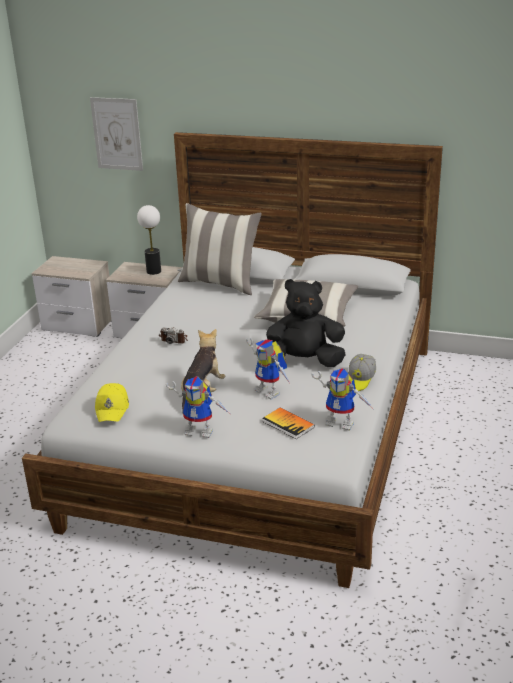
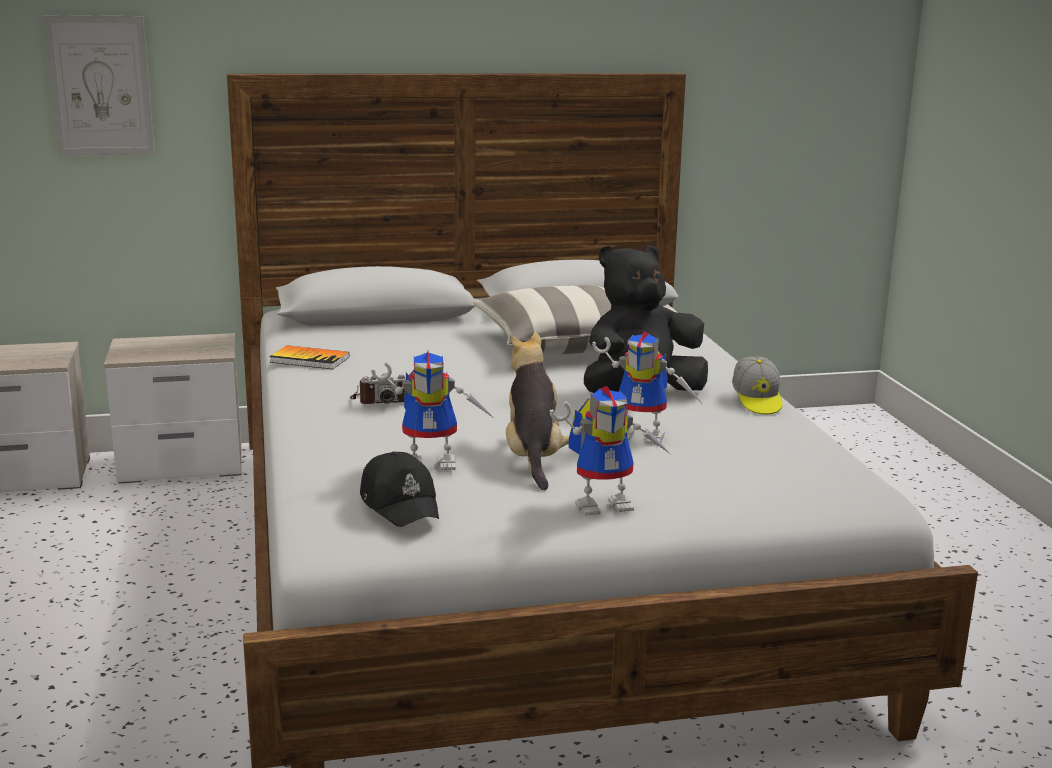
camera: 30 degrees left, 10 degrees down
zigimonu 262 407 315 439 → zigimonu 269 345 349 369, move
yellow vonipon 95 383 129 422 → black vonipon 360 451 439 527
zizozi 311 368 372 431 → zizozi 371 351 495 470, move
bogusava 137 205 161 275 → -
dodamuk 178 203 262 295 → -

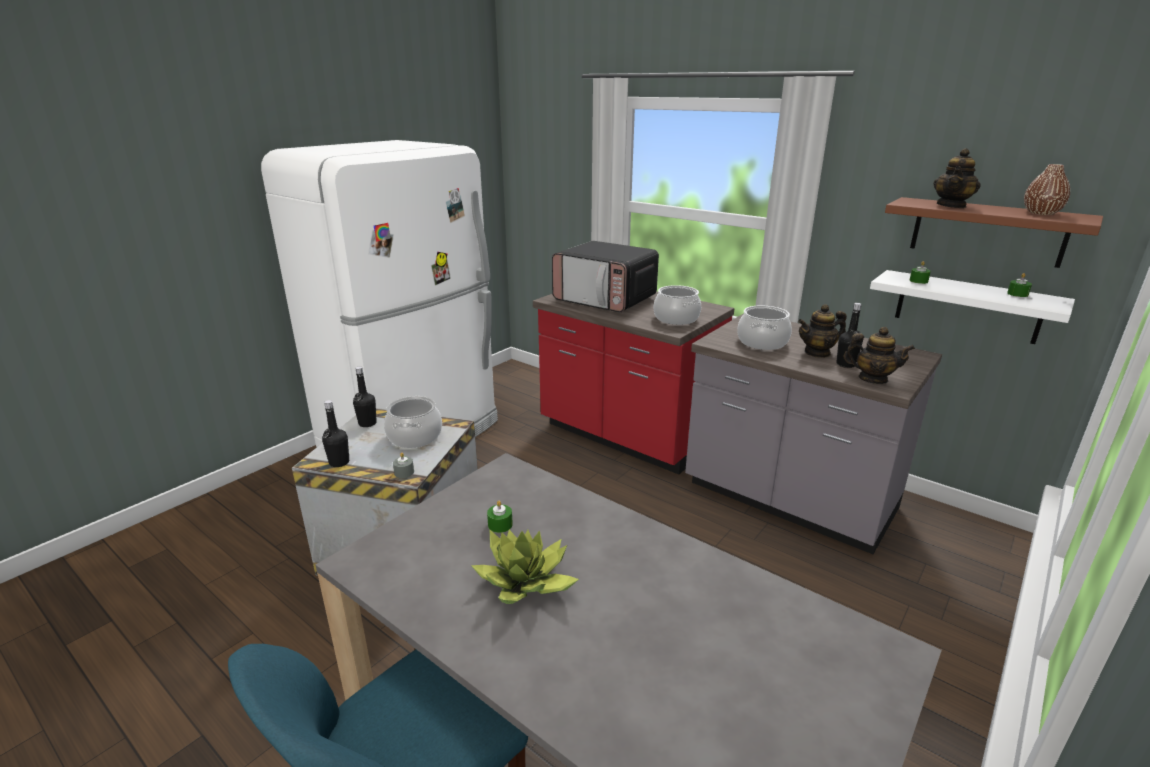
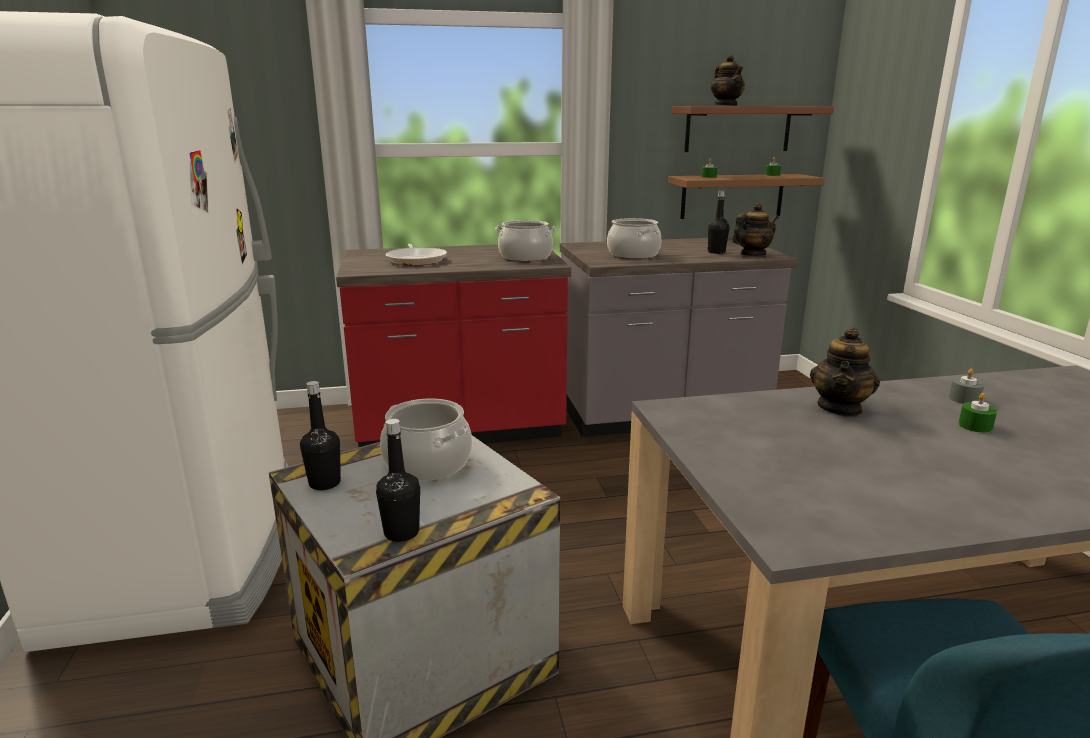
camera: 50 degrees left, 5 degrees down
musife 552 241 659 312 → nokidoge 386 243 447 266
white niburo 870 270 1075 344 → brown niburo 668 174 825 219
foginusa 798 304 847 358 → foginusa 810 327 880 417, move
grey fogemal 393 453 414 478 → grey fogemal 949 368 984 404, move
green fogemal 487 501 513 533 → green fogemal 958 393 997 433, move
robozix 471 529 579 604 → -
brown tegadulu 1024 164 1070 215 → -

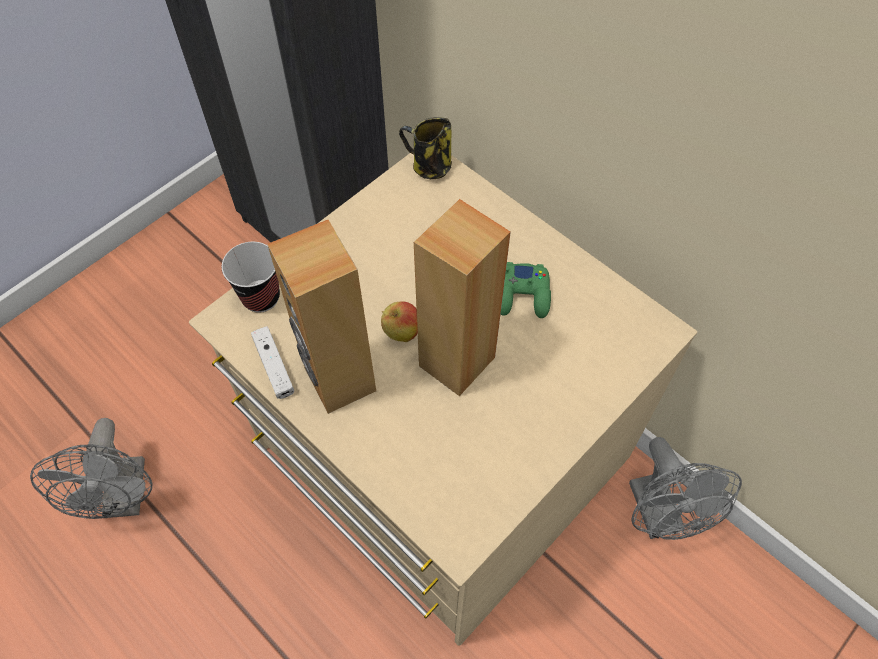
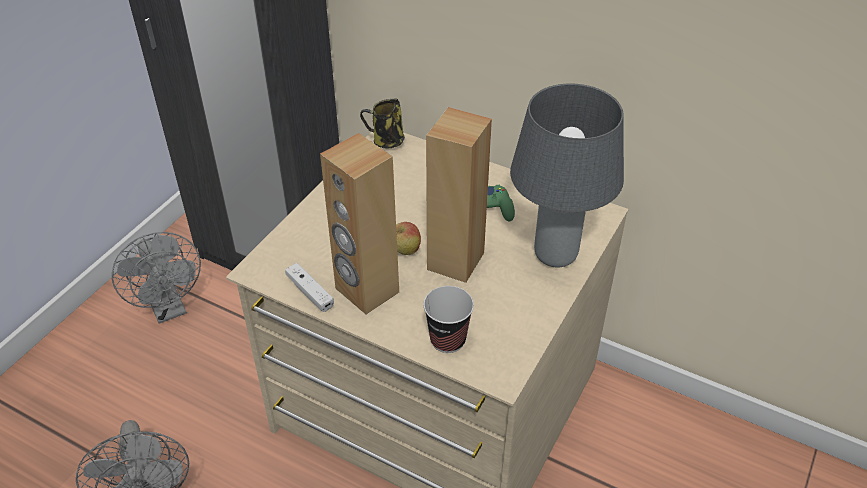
camera: 15 degrees left, 15 degrees down
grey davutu 629 437 742 540 → grey davutu 112 232 201 324, move
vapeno 222 242 280 313 → vapeno 423 286 474 353, move
- → grey bogusava 510 83 624 267

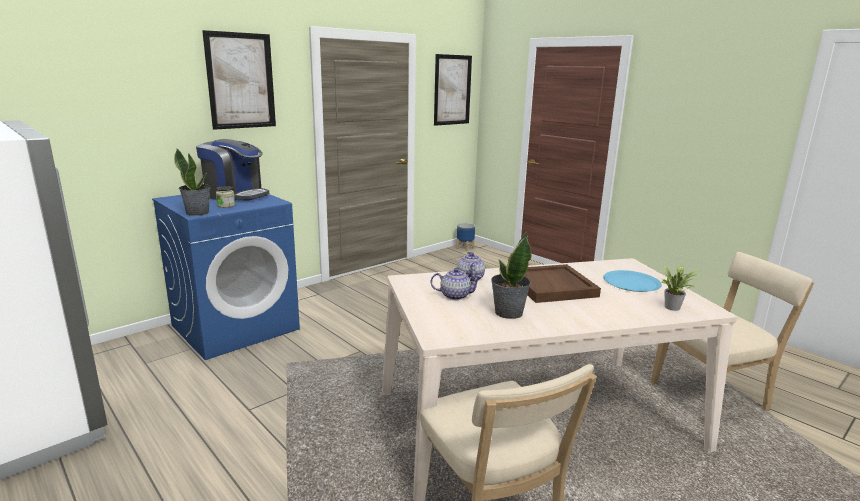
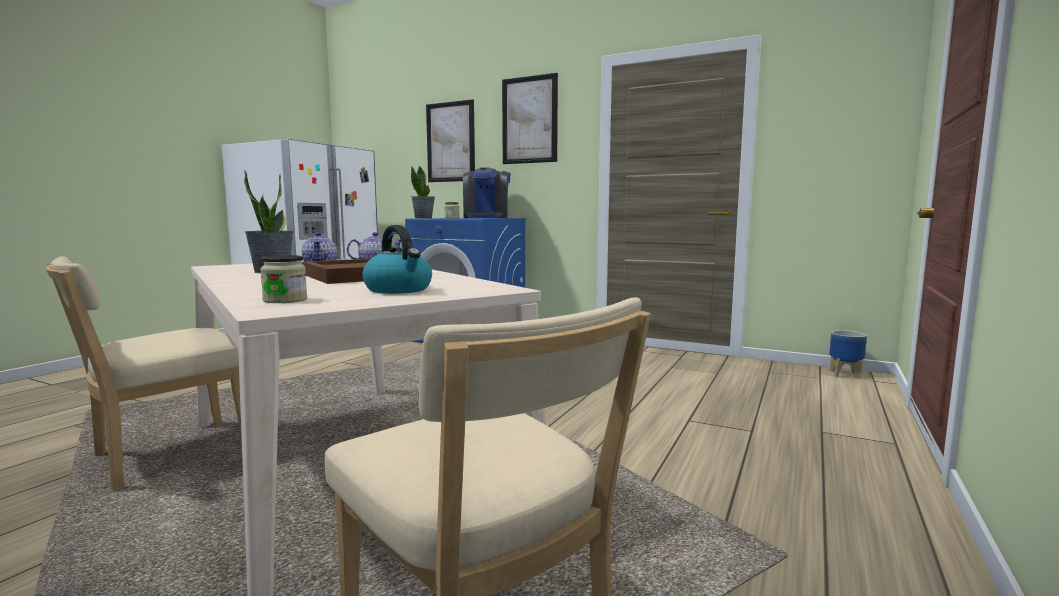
camera: 70 degrees right, 10 degrees down
robozix 660 265 702 311 → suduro 260 255 307 303
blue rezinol 603 270 662 292 → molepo 362 225 432 294
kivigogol 434 54 472 126 → kivigogol 426 99 475 182, move

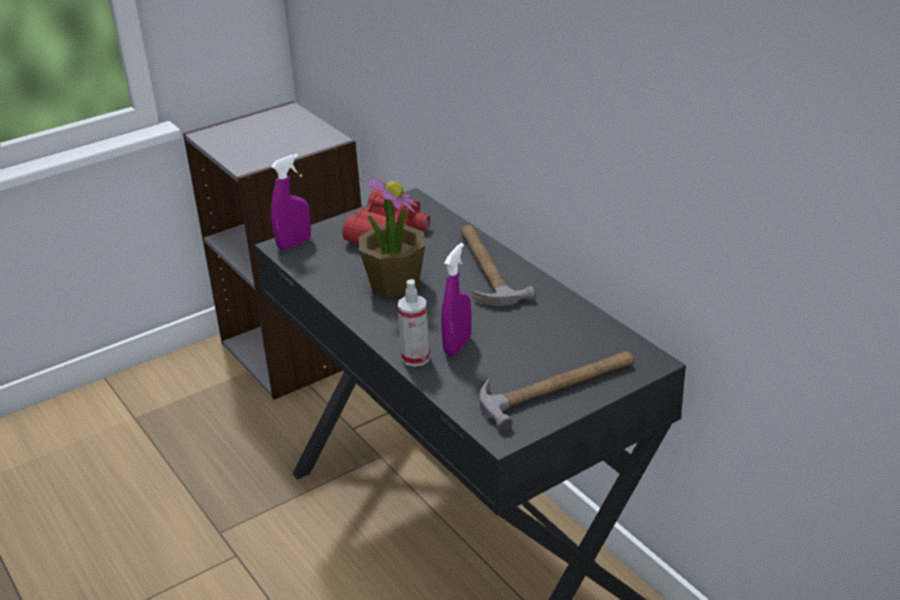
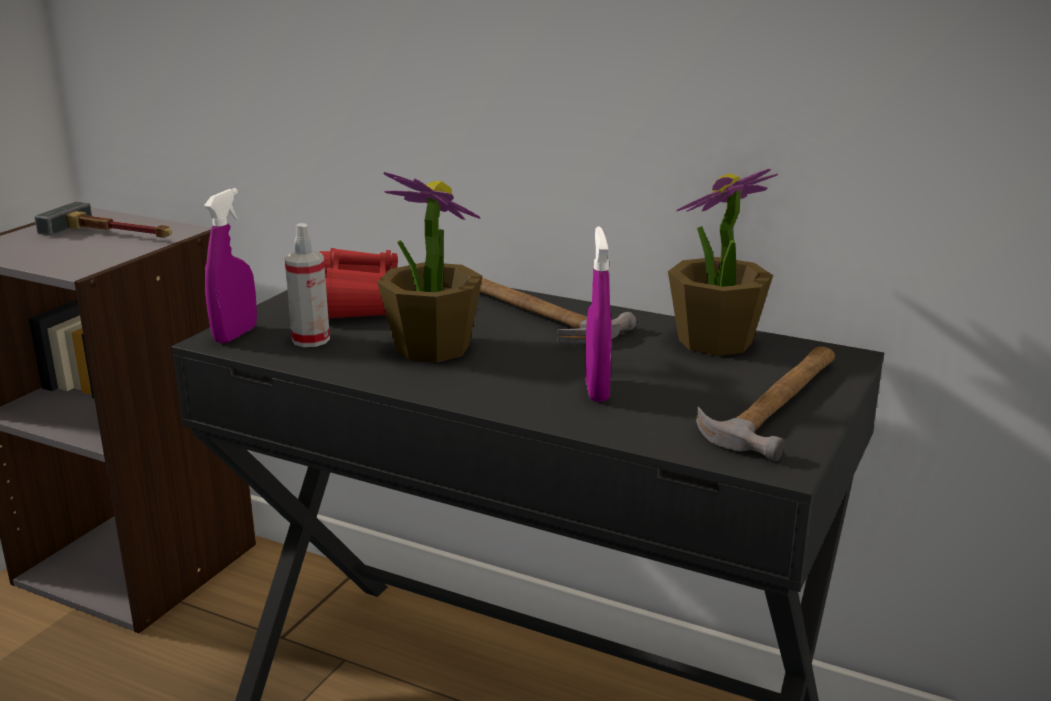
camera: 30 degrees left, 10 degrees down
- → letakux 34 202 172 238
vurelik 398 279 430 367 → vurelik 284 223 330 347, move
- → robozix 668 169 778 356

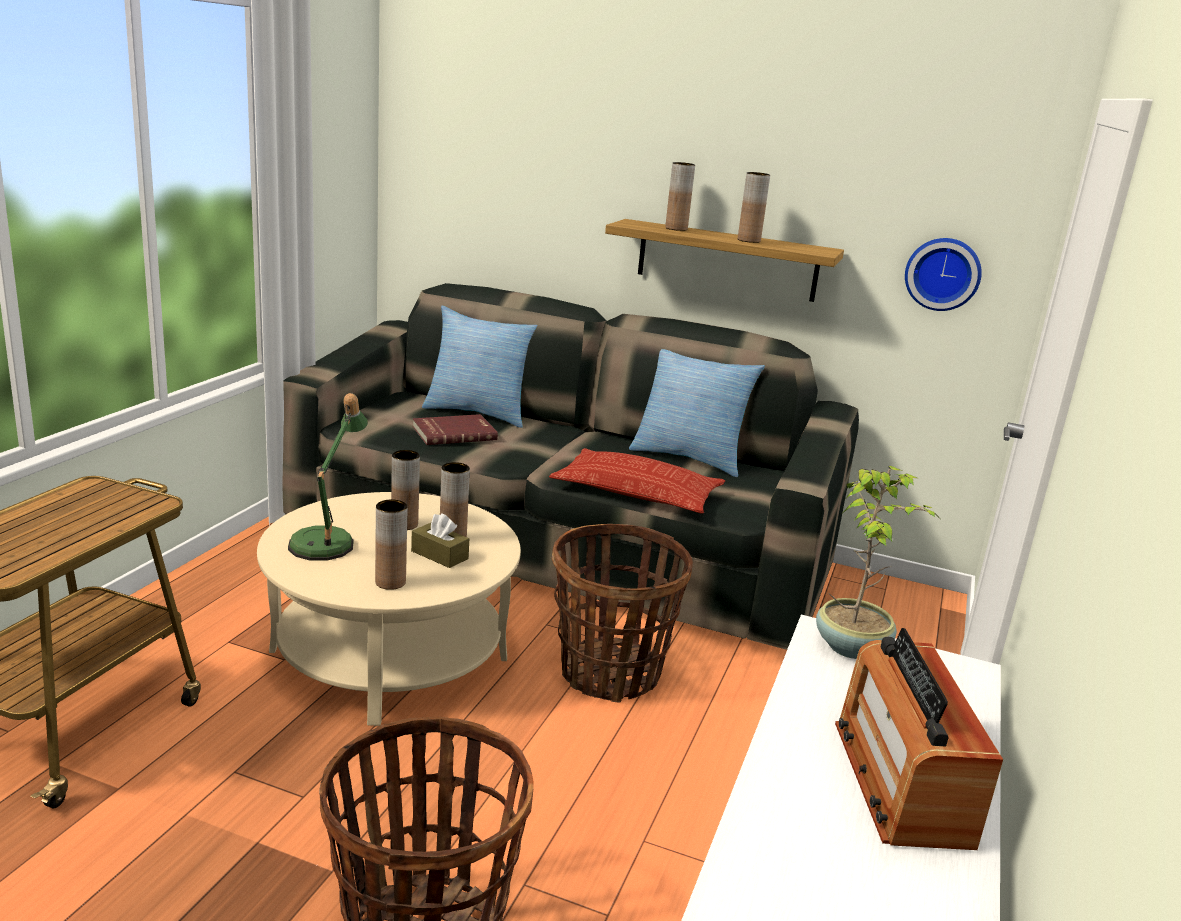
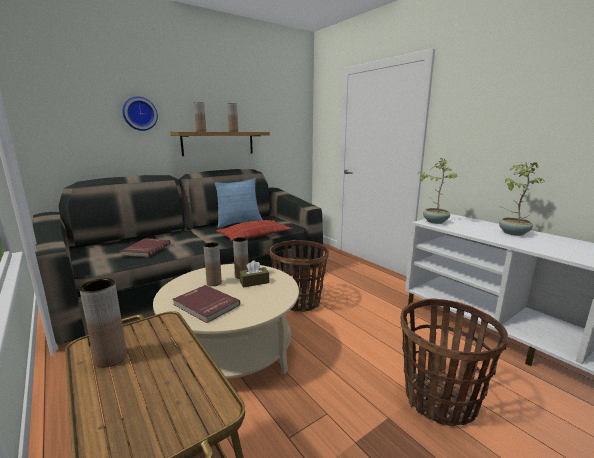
camera: 55 degrees left, 5 degrees down
brown tegadulu 375 500 408 590 → brown tegadulu 79 278 127 367, move
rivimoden 905 238 982 311 → rivimoden 122 96 158 131, move
bogusava 288 393 368 561 → red zigimonu 173 285 240 323
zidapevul 835 628 1003 850 → robozix 499 162 546 236
dodamuk 422 306 538 428 → -

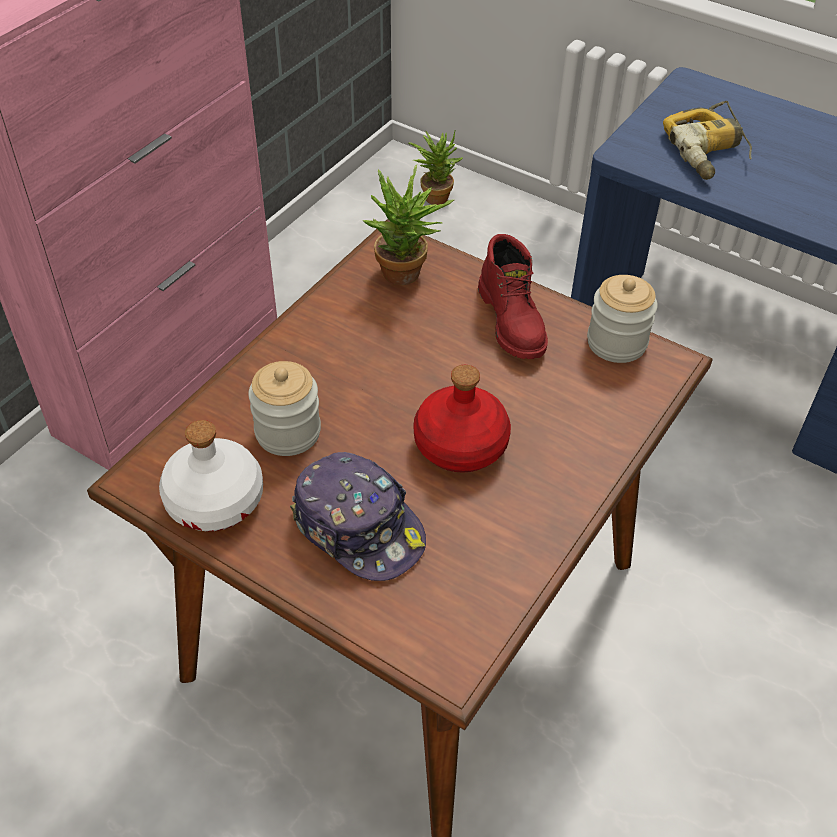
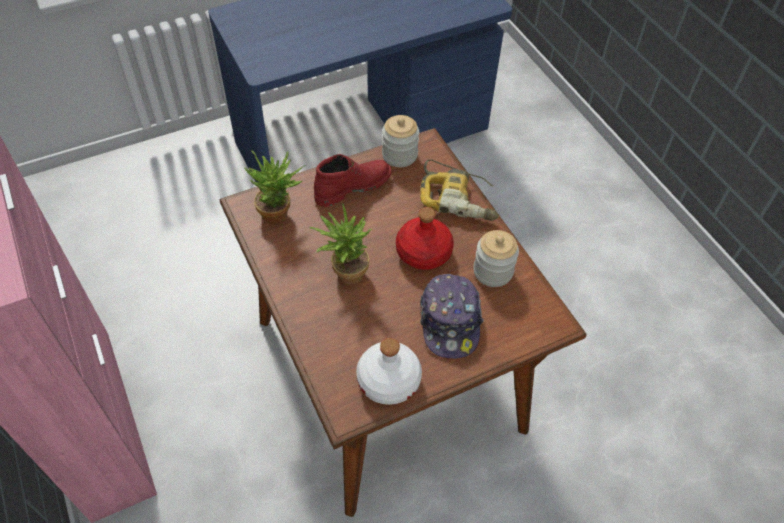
camera: 60 degrees left, 5 degrees up
robozix 408 131 463 205 → robozix 310 204 372 284, move
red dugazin 478 234 548 359 → red dugazin 314 154 392 207, 45 degrees counterclockwise
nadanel 663 101 752 180 → nadanel 420 159 499 221, move
vonipon 290 452 426 581 → vonipon 420 274 484 358, 105 degrees clockwise
suduro 248 361 321 456 → suduro 473 230 519 287, move

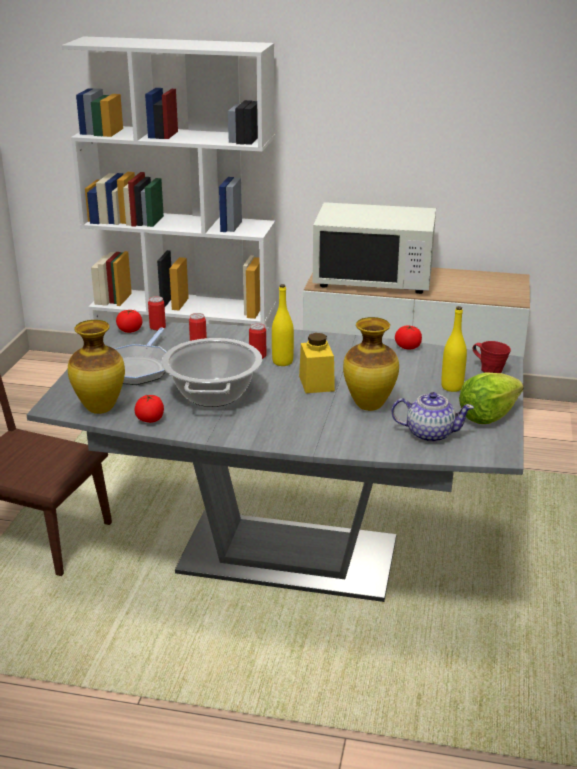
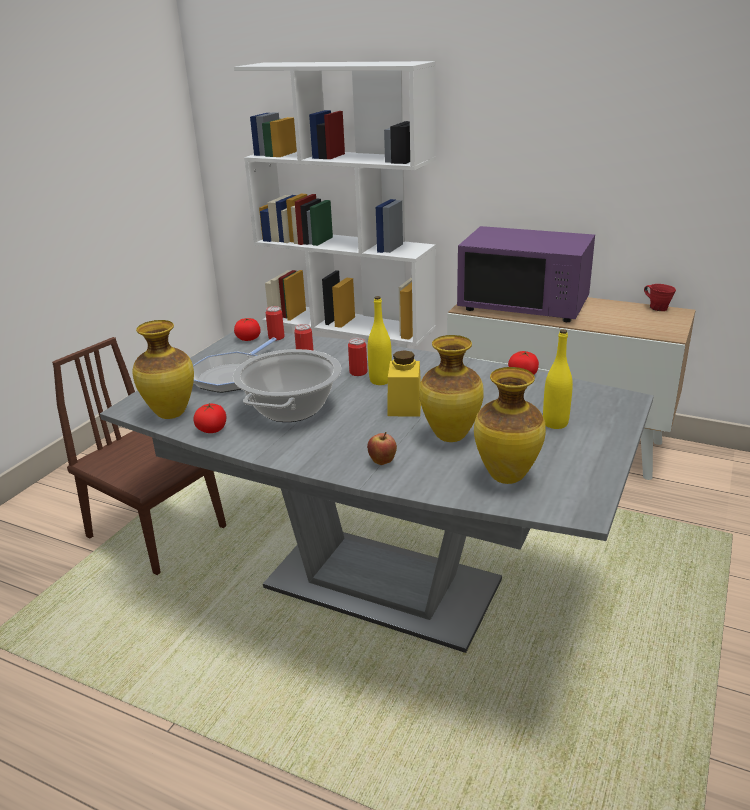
camera: 15 degrees right, 0 degrees up
- → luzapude 367 432 397 465
white musife 313 202 436 294 → purple musife 457 226 595 322
foginusa 391 392 474 443 → tegadulu 474 367 546 484
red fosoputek 472 341 511 373 → red fosoputek 644 284 676 311, move
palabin 459 372 524 424 → -

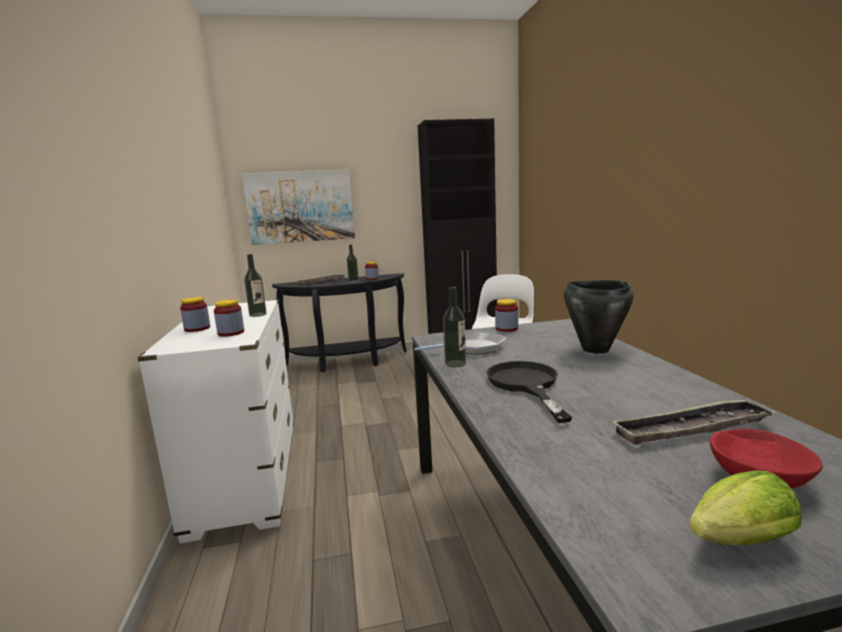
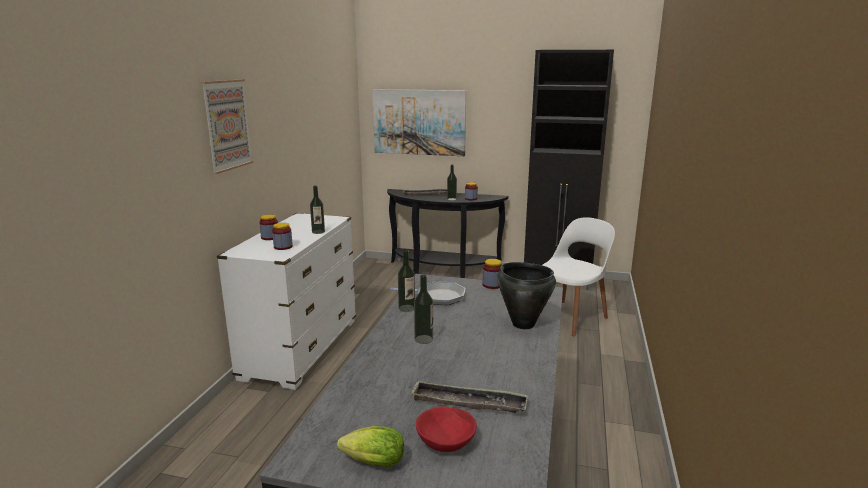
camera: 25 degrees right, 5 degrees up
- → kivigogol 201 79 253 174
black nokidoge 486 361 572 423 → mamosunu 414 275 433 344

